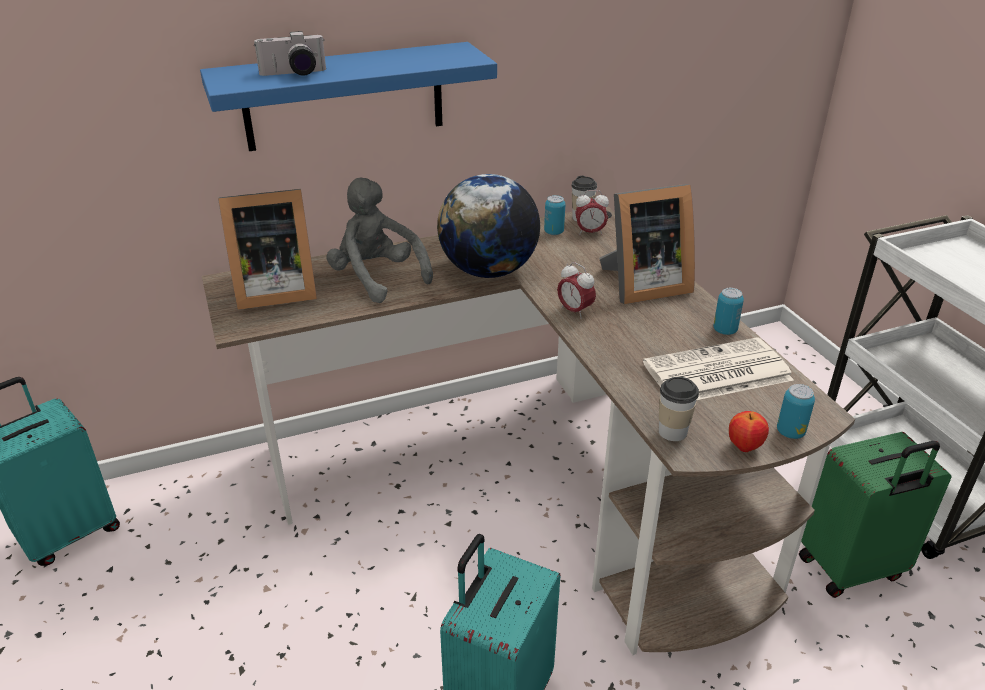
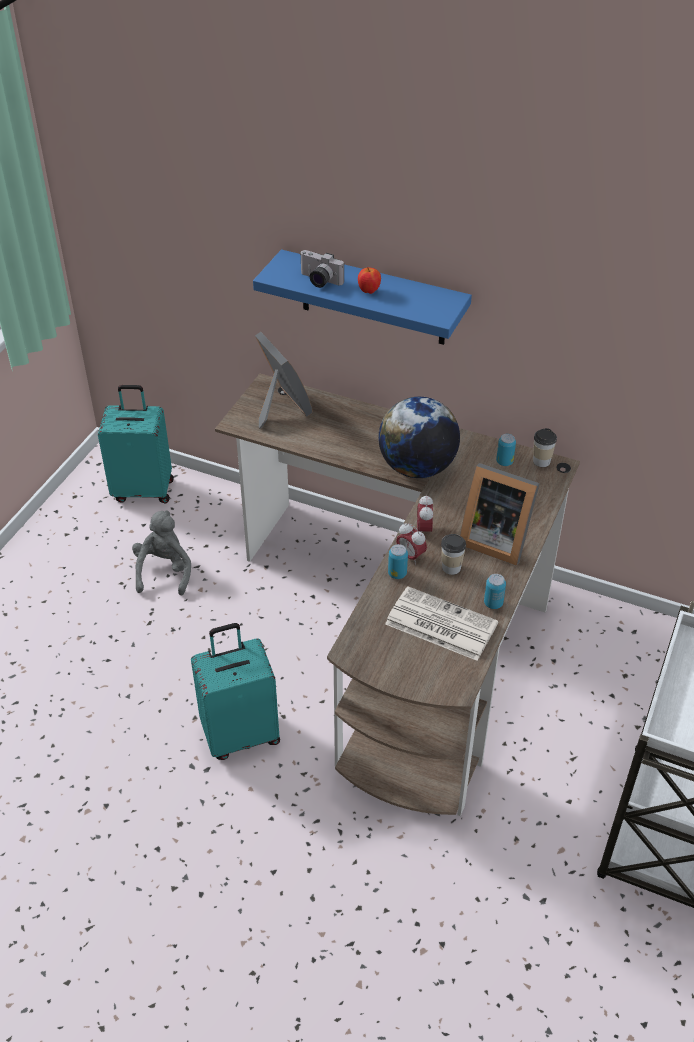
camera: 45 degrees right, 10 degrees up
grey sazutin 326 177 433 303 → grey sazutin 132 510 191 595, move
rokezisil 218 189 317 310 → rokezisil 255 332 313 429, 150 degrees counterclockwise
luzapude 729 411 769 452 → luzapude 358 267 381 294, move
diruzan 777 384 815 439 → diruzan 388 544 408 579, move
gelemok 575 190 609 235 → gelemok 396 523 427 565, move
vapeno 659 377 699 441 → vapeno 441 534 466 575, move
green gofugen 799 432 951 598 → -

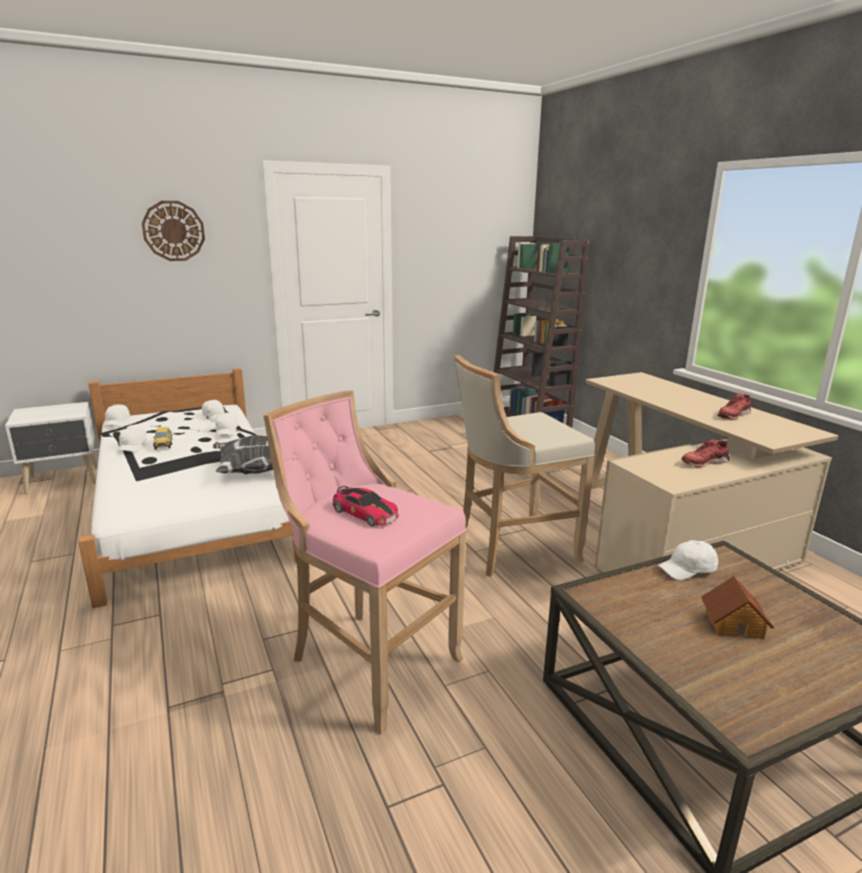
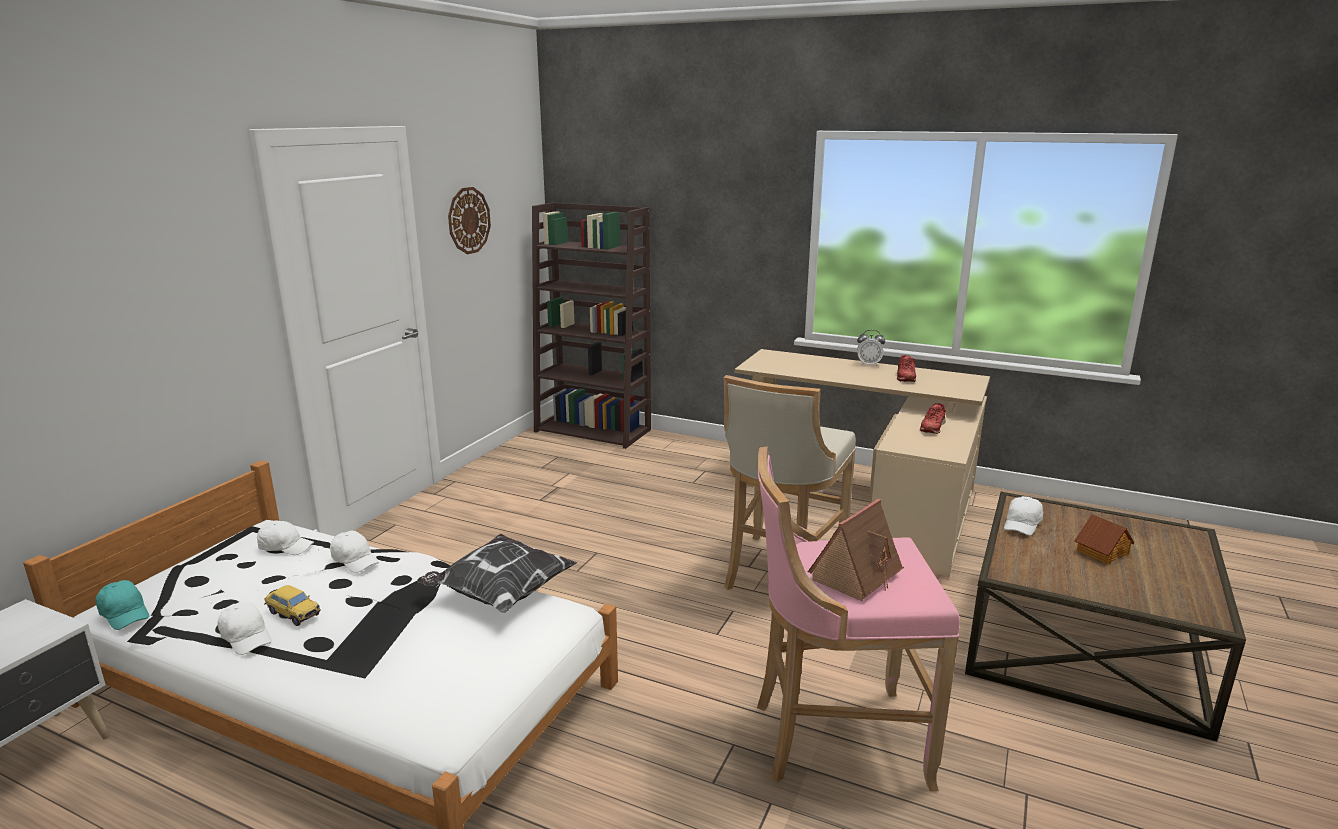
camera: 40 degrees left, 0 degrees up
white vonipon 104 404 130 427 → turquoise vonipon 95 580 149 630
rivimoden 142 201 205 261 → rivimoden 448 187 491 254, move
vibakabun 333 486 399 526 → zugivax 808 499 904 601
- → gelemok 857 330 885 366

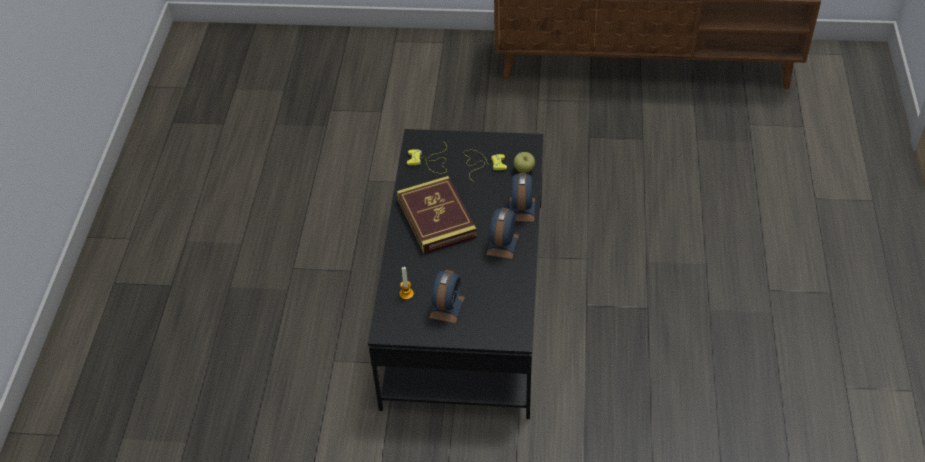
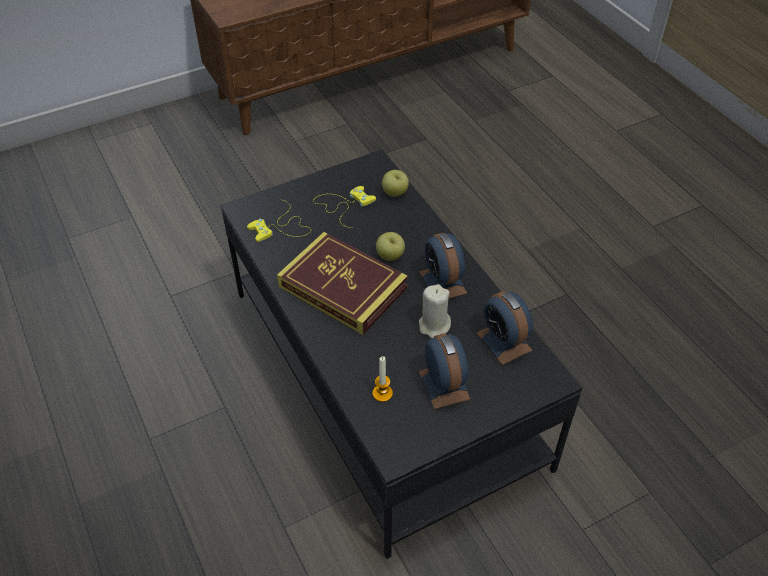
camera: 35 degrees left, 0 degrees up
- → luzapude 376 232 405 261
- → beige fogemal 419 284 451 339
gelemok 509 173 535 222 → gelemok 477 291 533 365, move

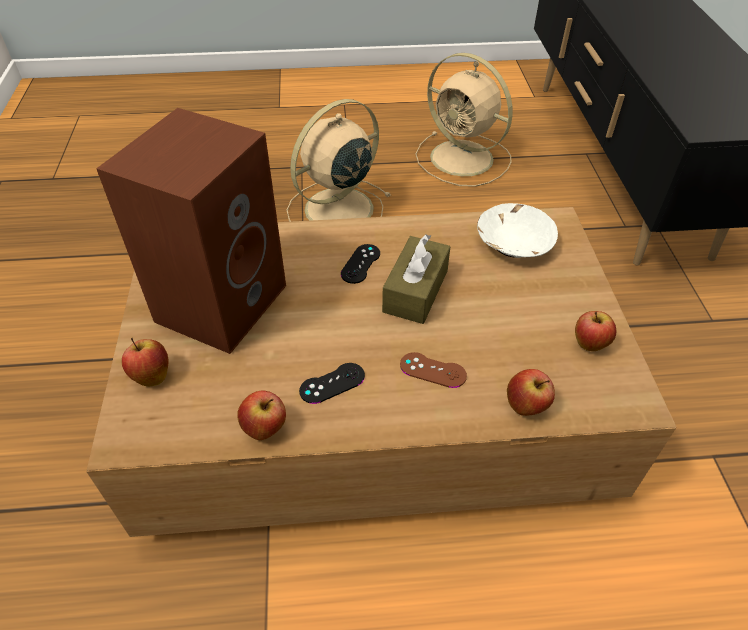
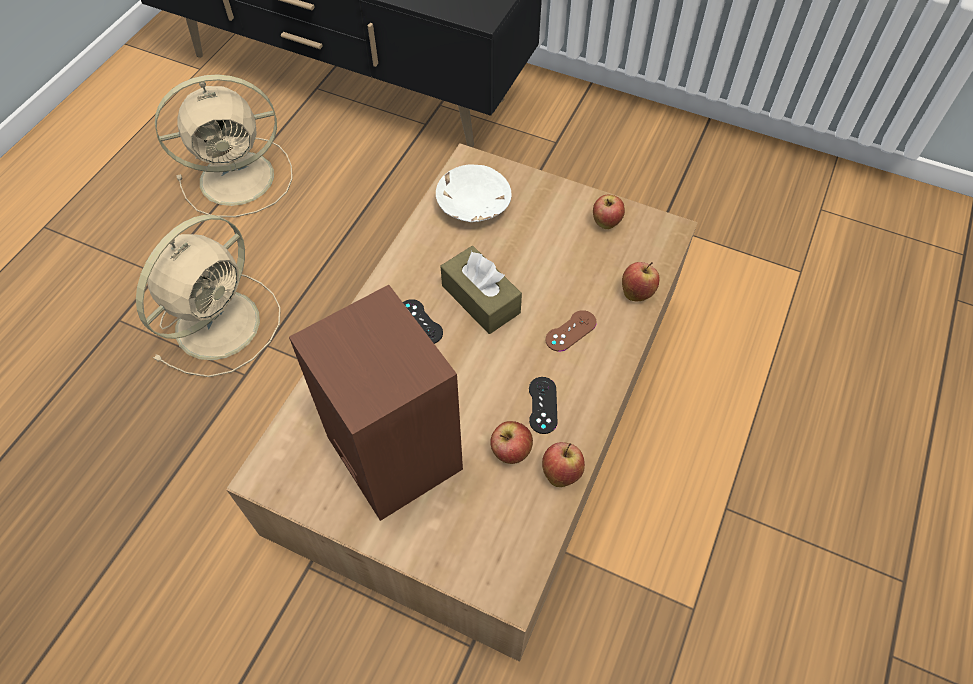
camera: 60 degrees left, 10 degrees up
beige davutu 287 99 390 222 → beige davutu 136 215 281 377, 135 degrees counterclockwise
luzapude 122 338 168 386 → luzapude 490 421 533 464, move

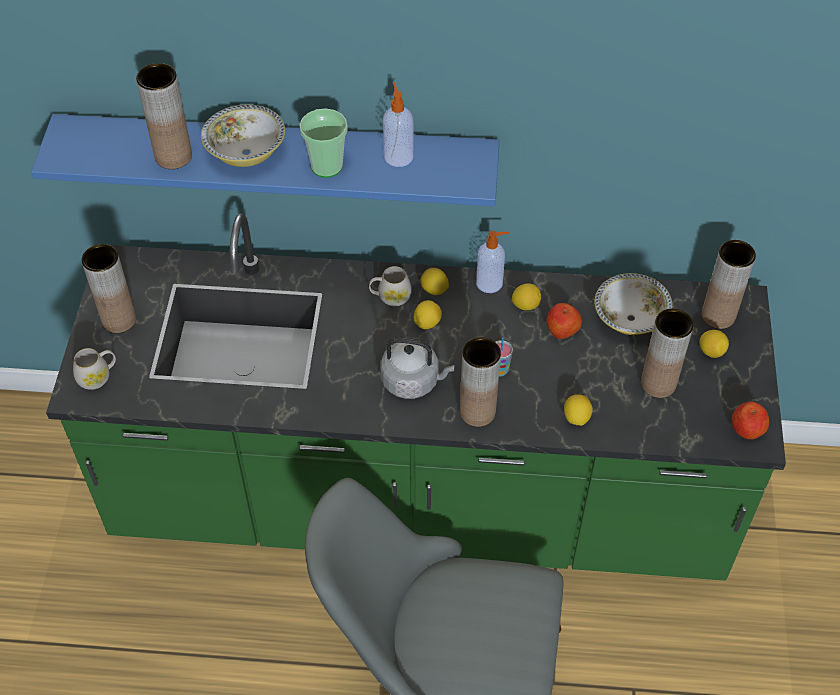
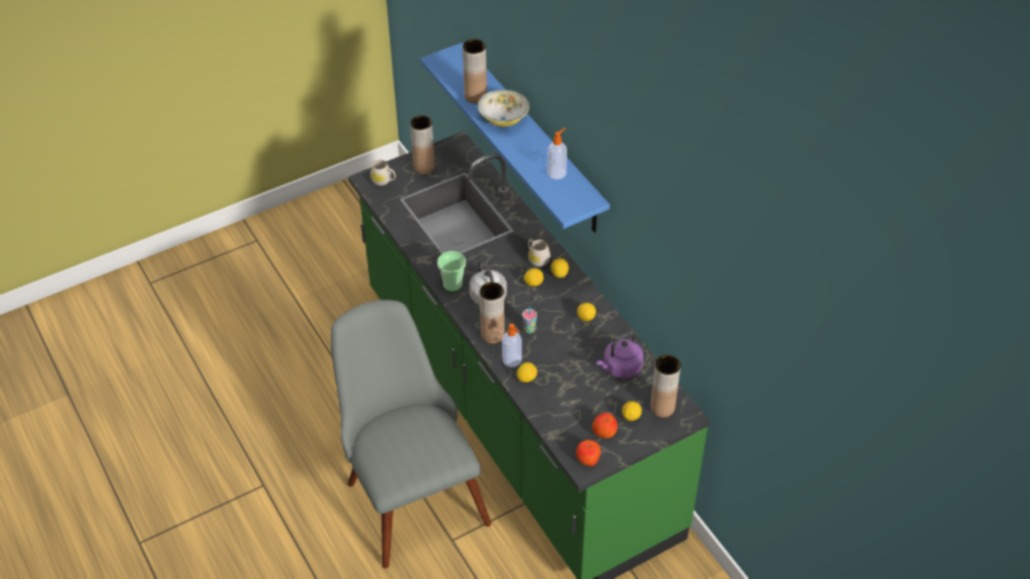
camera: 55 degrees right, 5 degrees down
vapeno 299 108 348 178 → vapeno 437 251 466 292, move
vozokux 476 231 509 293 → vozokux 502 324 522 367, move
luzapude 546 303 582 339 → luzapude 592 413 618 439, move
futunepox 595 273 672 335 → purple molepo 596 331 644 379
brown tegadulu 641 308 693 398 → -

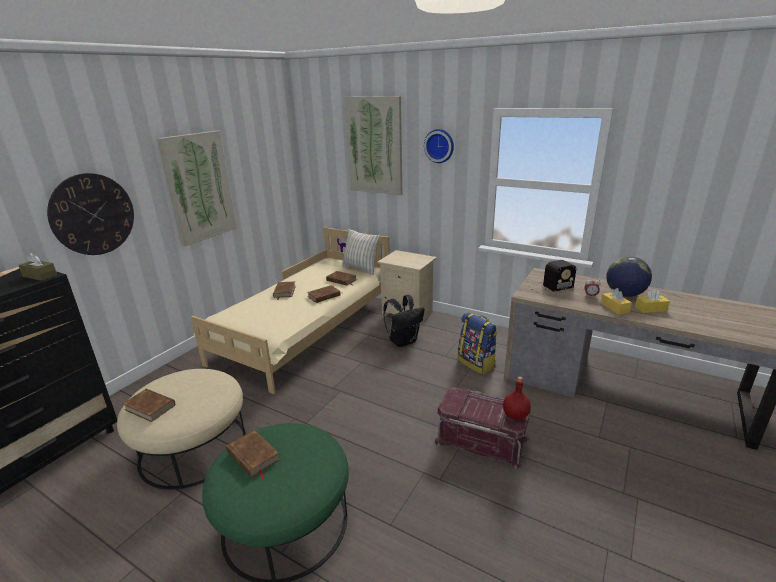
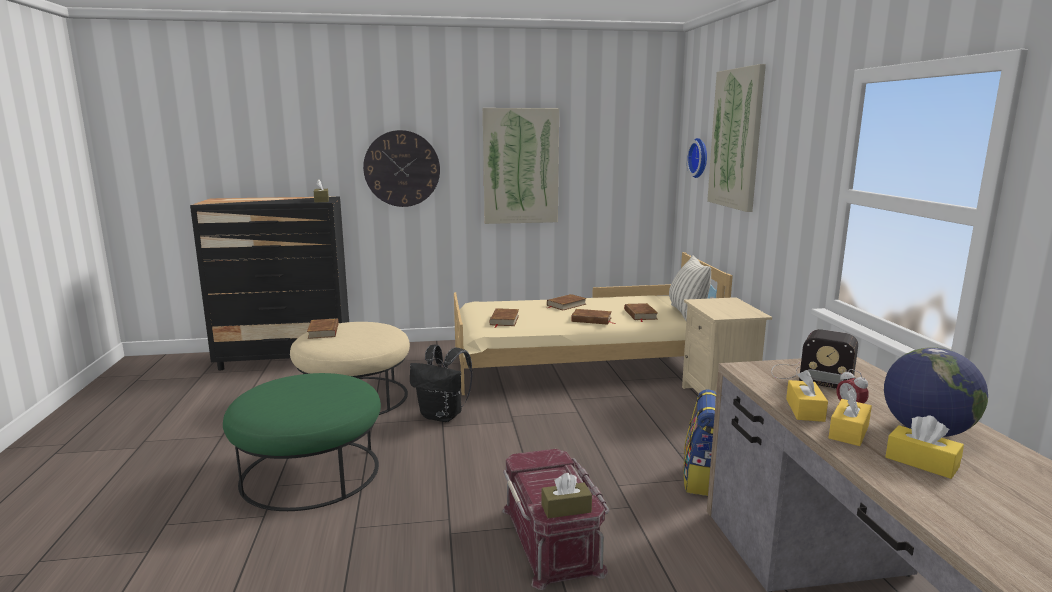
camera: 50 degrees right, 10 degrees down
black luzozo 383 295 424 347 → black luzozo 410 344 473 422, move
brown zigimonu 226 430 280 479 → brown zigimonu 489 308 519 328, move
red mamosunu 503 376 531 420 → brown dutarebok 542 473 592 518
rivimoden 424 129 454 163 → rivimoden 686 138 707 178, move
- → yellow dutarebok 786 370 828 422

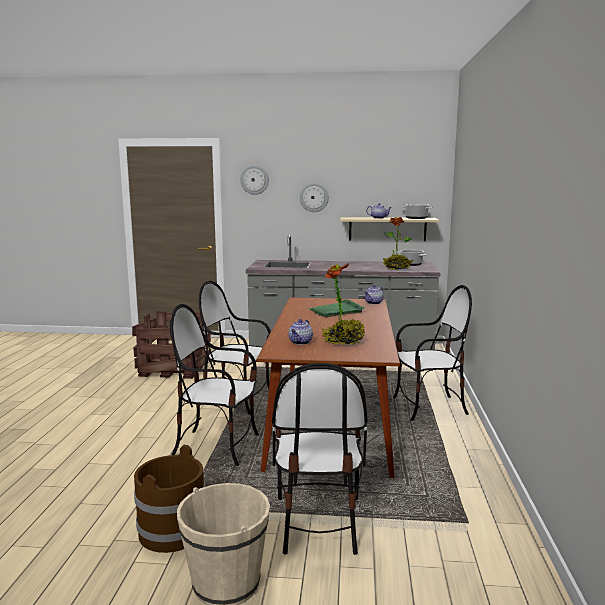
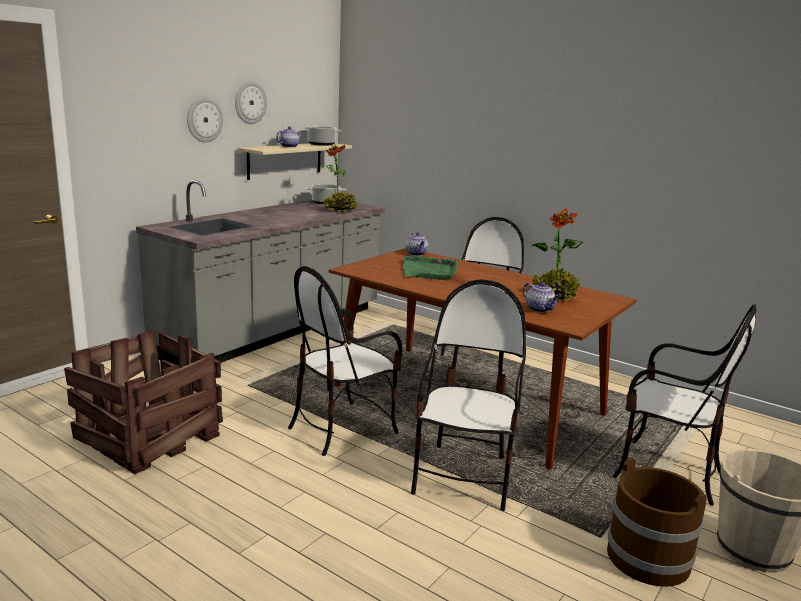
camera: 60 degrees left, 5 degrees up
rivimoden 240 165 269 195 → rivimoden 235 81 267 124, move
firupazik 170 304 259 466 → firupazik 411 279 526 511, 150 degrees clockwise

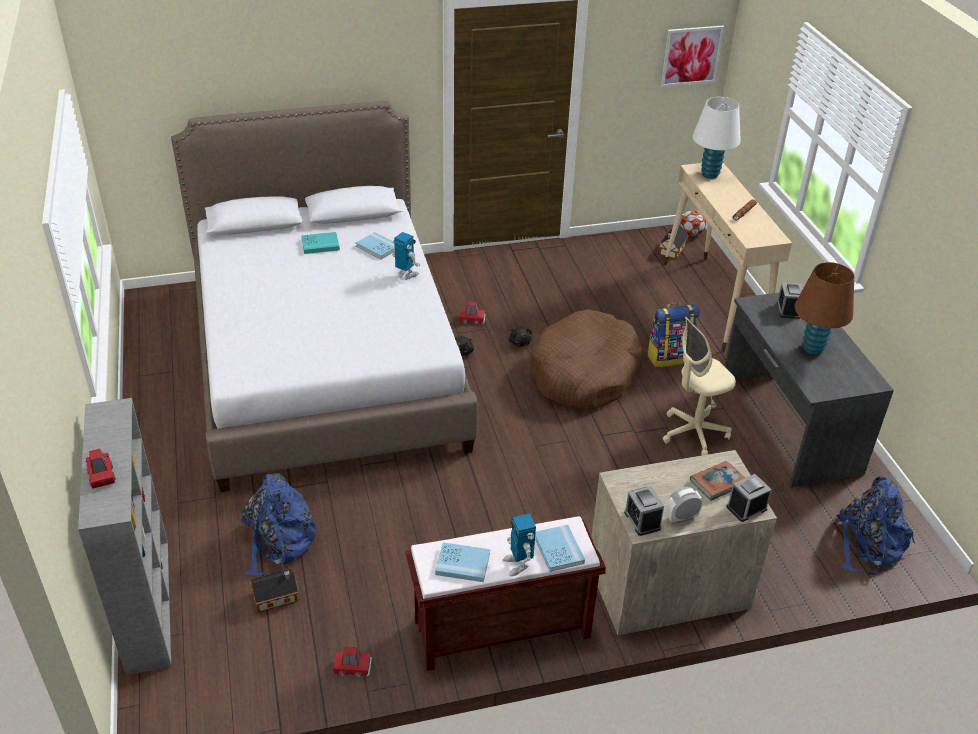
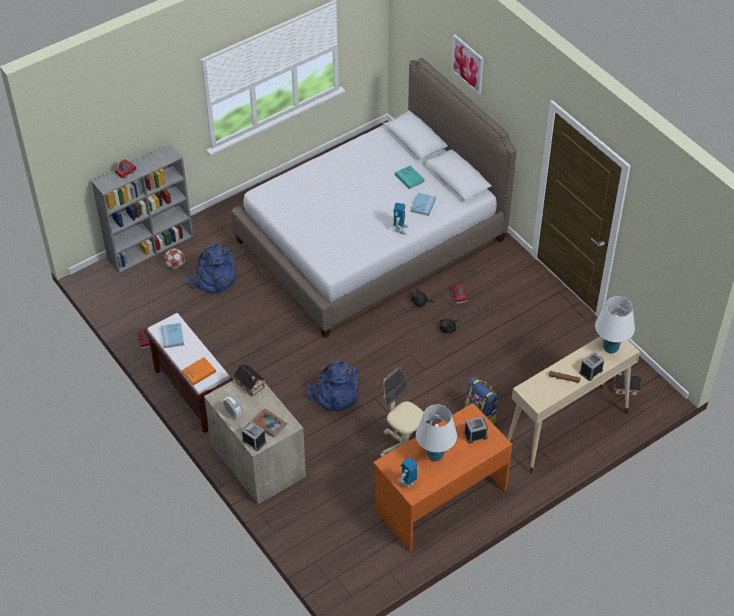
camera: 70 degrees right, 10 degrees up
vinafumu 680 210 706 236 → vinafumu 164 249 185 270, move
blue zigimonu 535 525 585 572 → orange zigimonu 182 357 216 385
zugivax 250 569 299 613 → zugivax 234 364 266 396, move
blue luzozo 836 476 915 575 → blue luzozo 307 360 359 412, move
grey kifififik 724 293 894 488 → orange kifififik 373 403 512 551
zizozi 503 514 536 576 → zizozi 397 457 419 488, move
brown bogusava 795 262 854 355 → white bogusava 416 404 457 461
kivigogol 660 25 724 87 → kivigogol 451 35 484 94, move
gelemok 624 486 664 536 → gelemok 579 352 604 381, move
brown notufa 530 309 643 410 → -

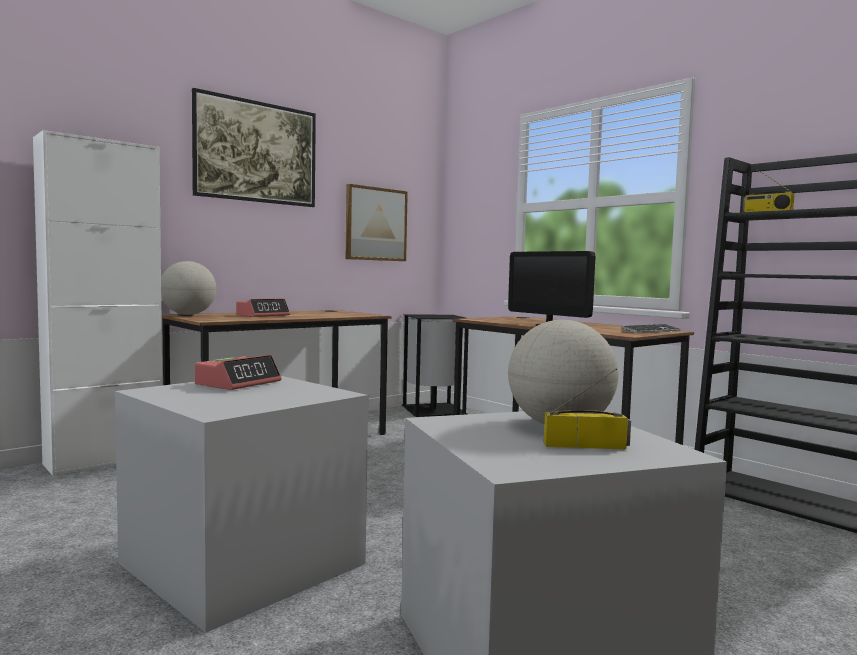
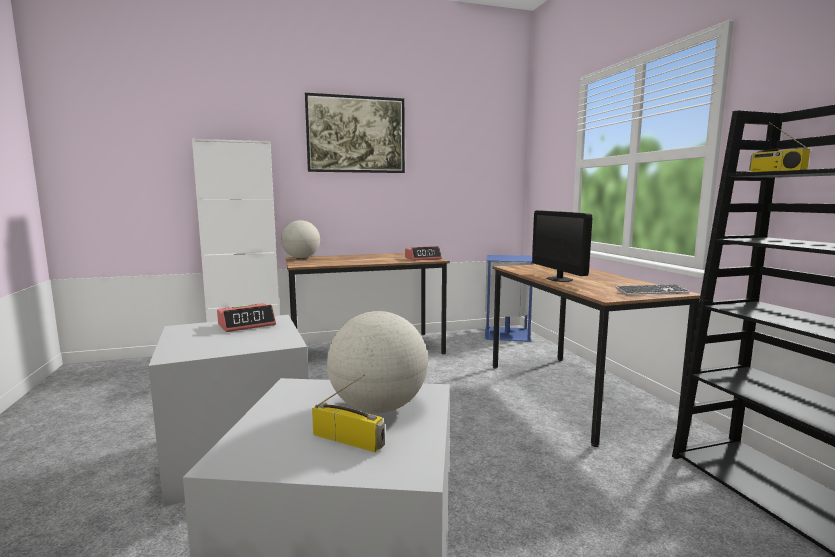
camera: 25 degrees right, 5 degrees up
gelemok 236 298 290 317 → gelemok 405 246 442 261, move
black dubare 402 314 469 417 → blue dubare 485 255 534 342
kivigogol 346 184 408 261 → -

